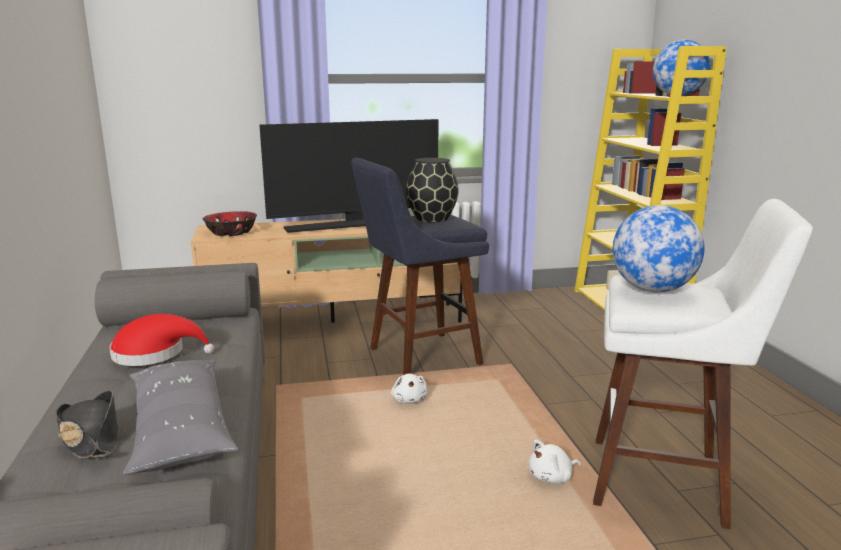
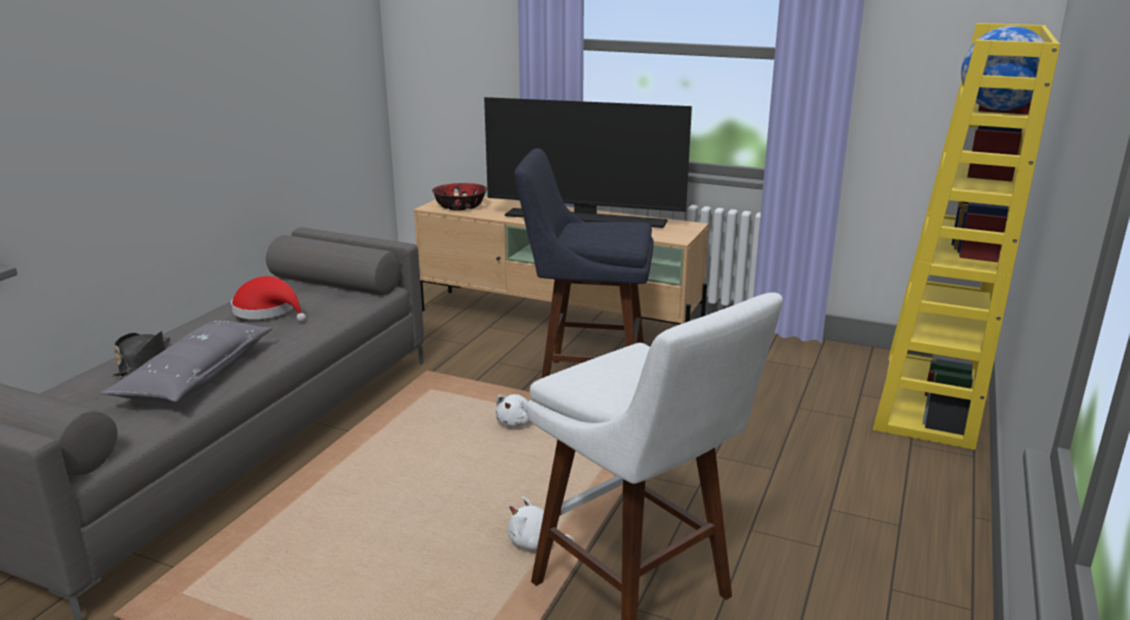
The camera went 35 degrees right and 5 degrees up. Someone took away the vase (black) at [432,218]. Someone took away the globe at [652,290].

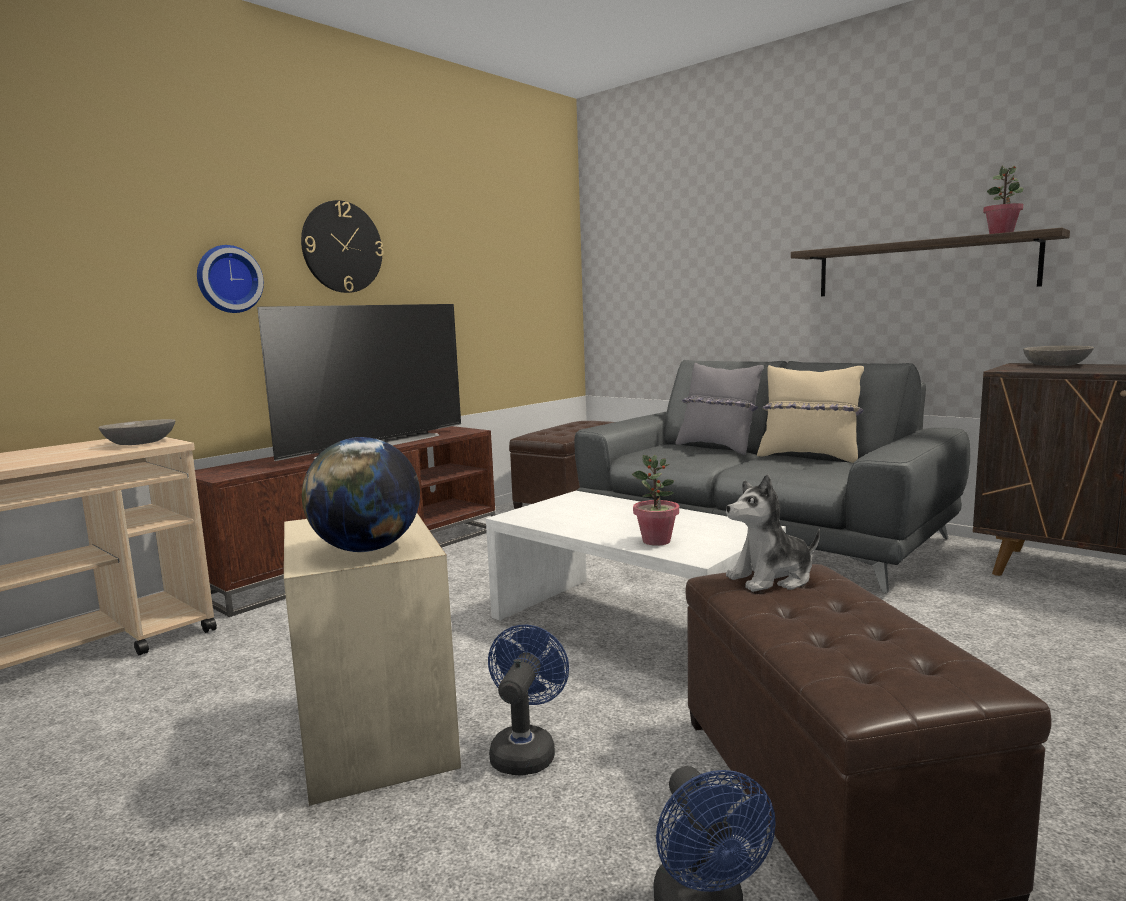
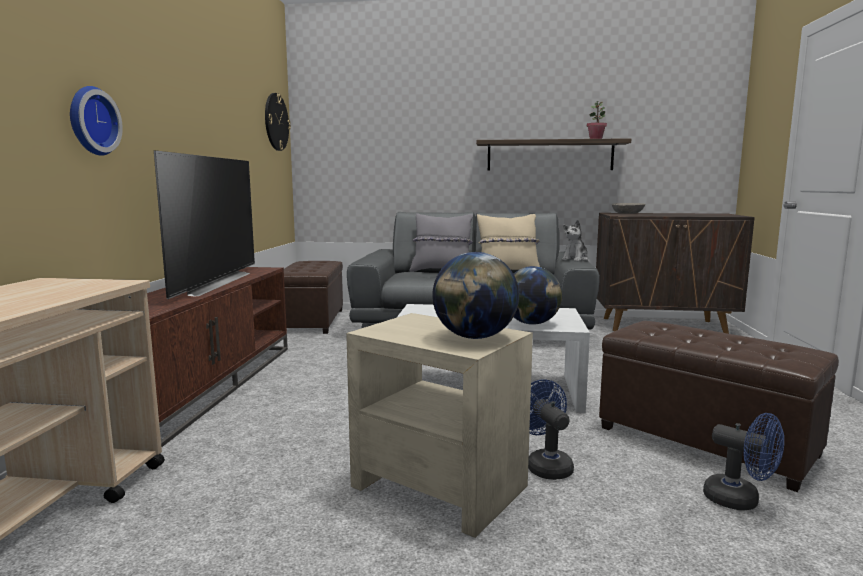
The camera went 35 degrees left and 0 degrees up. Someone carried the wall clock from [342,247] to [276,122]. Someone took away the bowl (grey) at [140,443]. Someone swapped the potted plant at [656,541] for the globe at [531,323]. Someone carried the plush toy from [772,579] to [575,259].

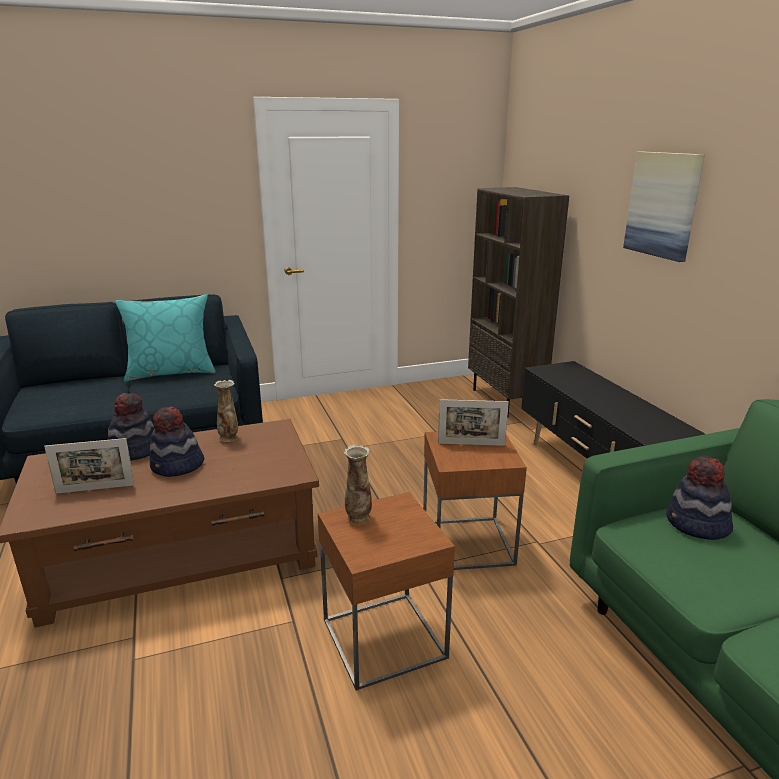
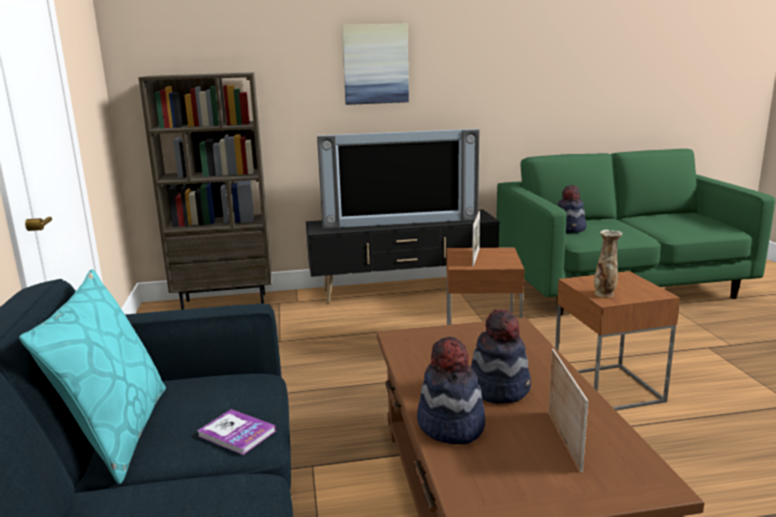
The camera went 80 degrees left and 5 degrees down. Someone took away the vase at [229,438]. Someone put down the television at [399,222]. Someone put down the book at [237,433].

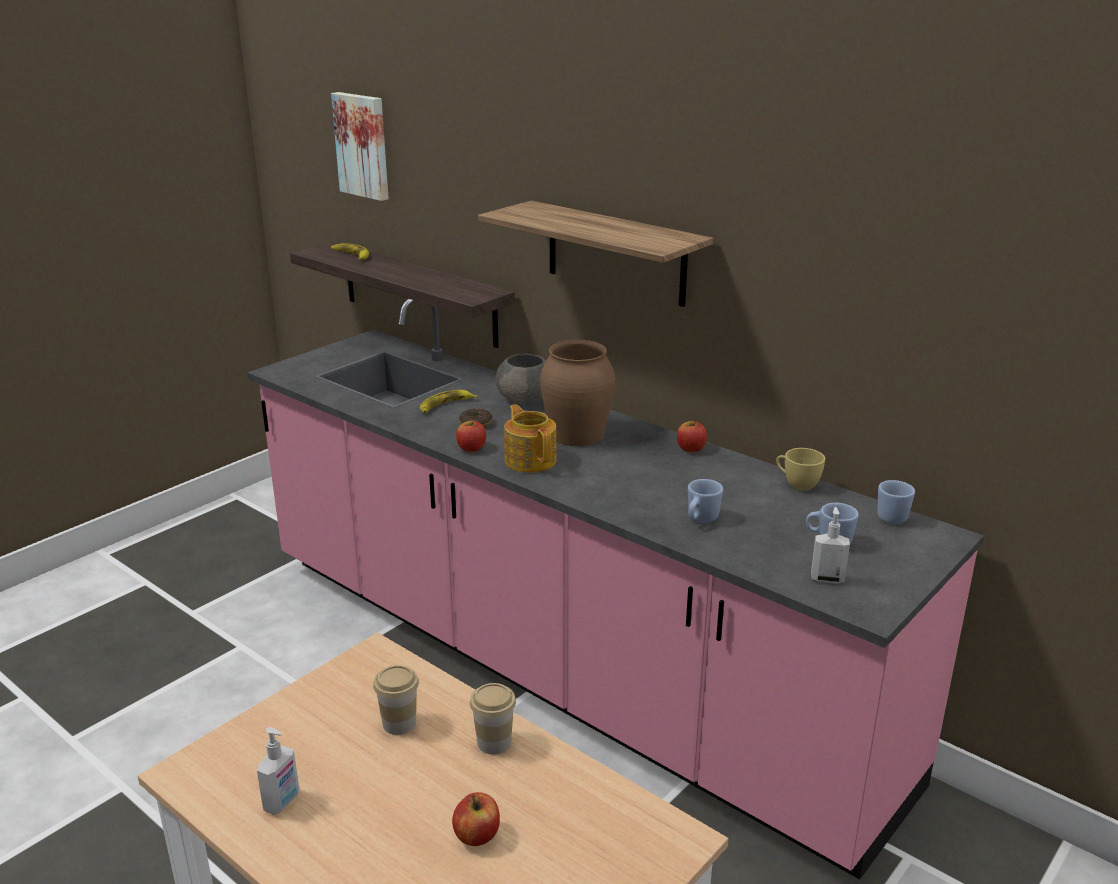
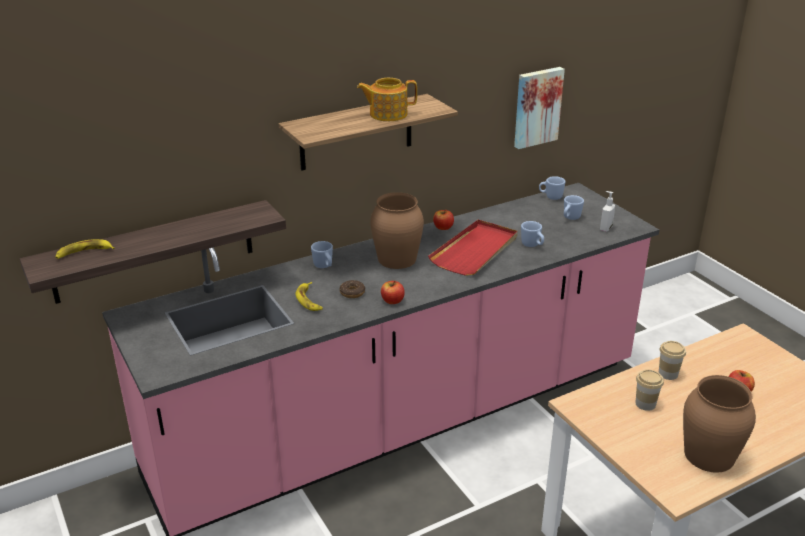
The camera went 70 degrees left and 5 degrees up. Someone carried the picture from [363,145] to [536,107]. Someone swapped the bowl (grey) at [525,399] for the mug (blue) at [324,266]. Someone carried the teapot from [530,460] to [387,114]. Someone took away the cup (yellow) at [797,484]. Someone swapped the soap dispenser at [282,802] for the vase (brown) at [708,455]. Someone put down the tray (red) at [475,250].

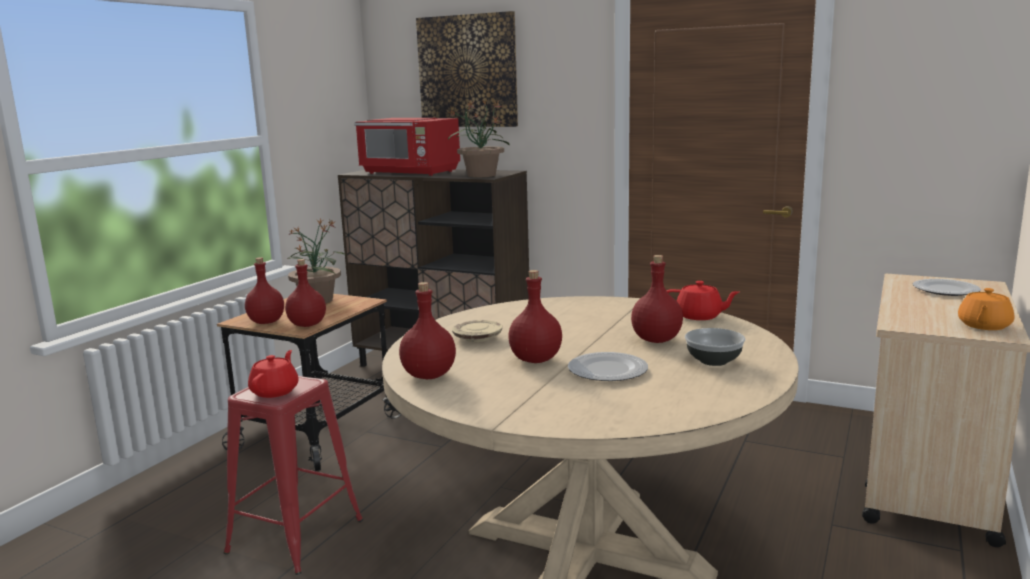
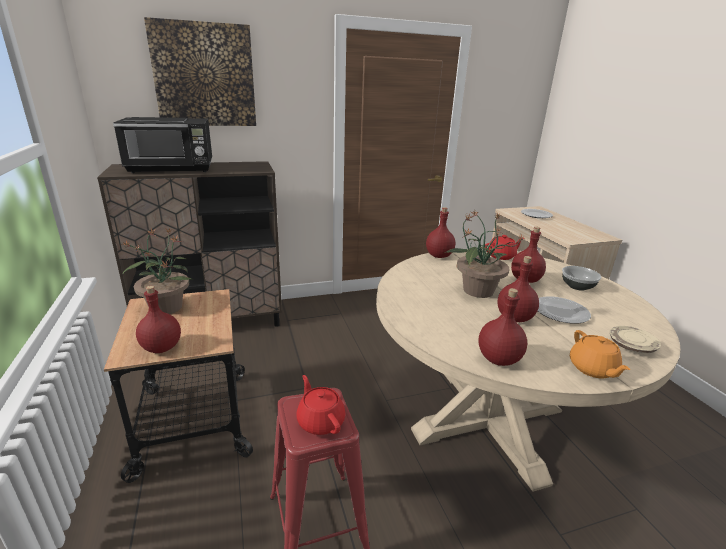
The camera went 45 degrees left and 10 degrees up. Someone carried the potted plant from [481,175] to [477,290]. Someone repainted the microwave (red) at [410,172], which became the microwave (black) at [172,169]. Someone carried the bottle (red) from [308,324] to [439,255]. Someone carried the teapot (orange) from [983,326] to [592,369]. Someone carried the plate (beige) from [477,339] to [631,346].

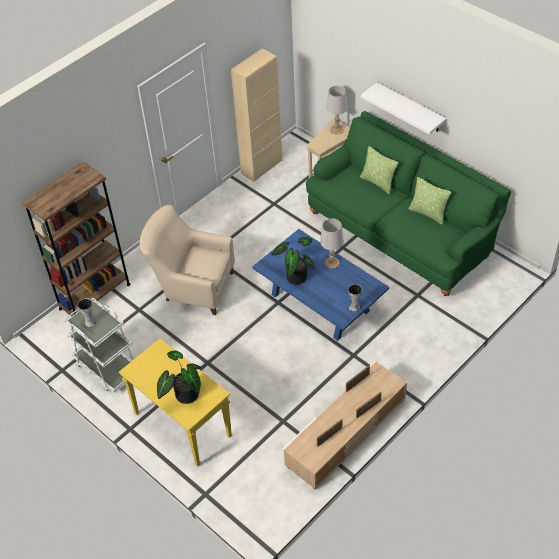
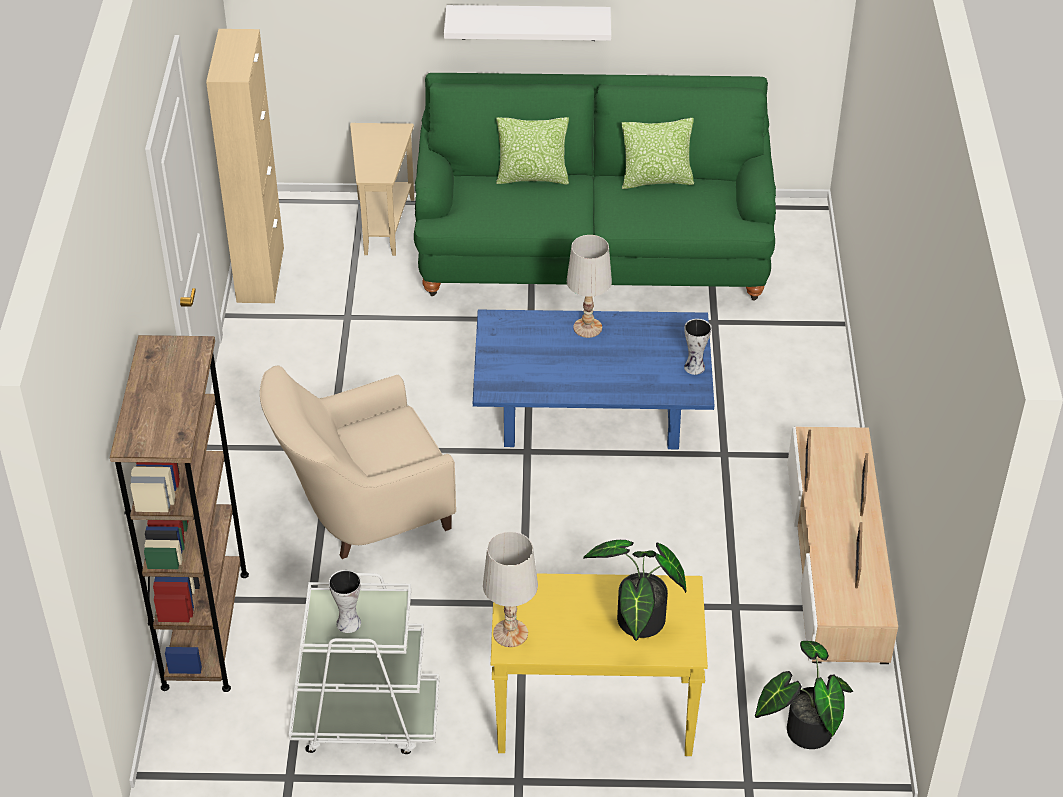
The camera went 45 degrees left and 5 degrees down. Someone carried the table lamp (white) from [336,129] to [510,633]. Someone carried the potted plant from [295,275] to [803,730].

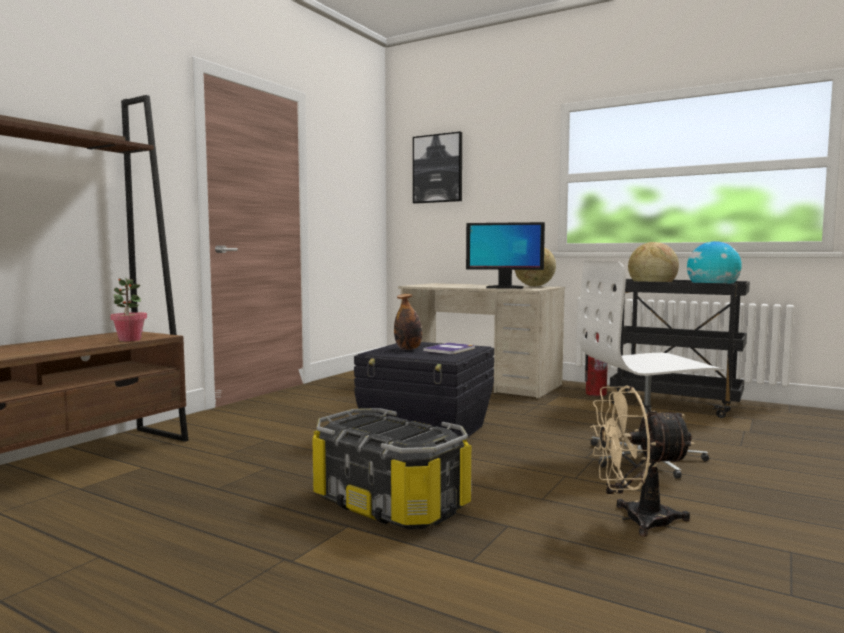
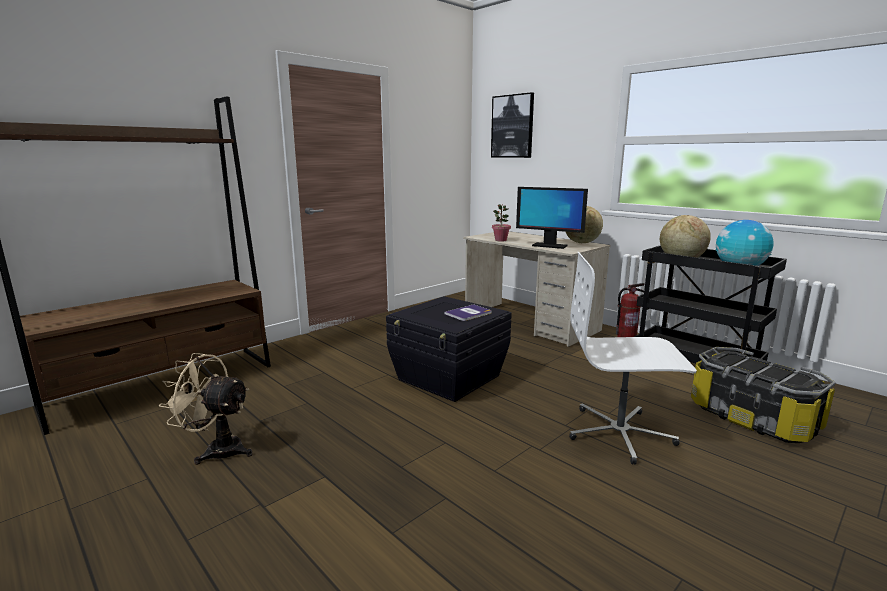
The camera went 15 degrees right and 10 degrees up. Someone carried the potted plant from [130,340] to [500,240]. Someone took away the bottle at [408,349]. Someone carried the fan (beige) from [636,520] to [217,450]. Someone carried the storage box from [389,504] to [752,418].

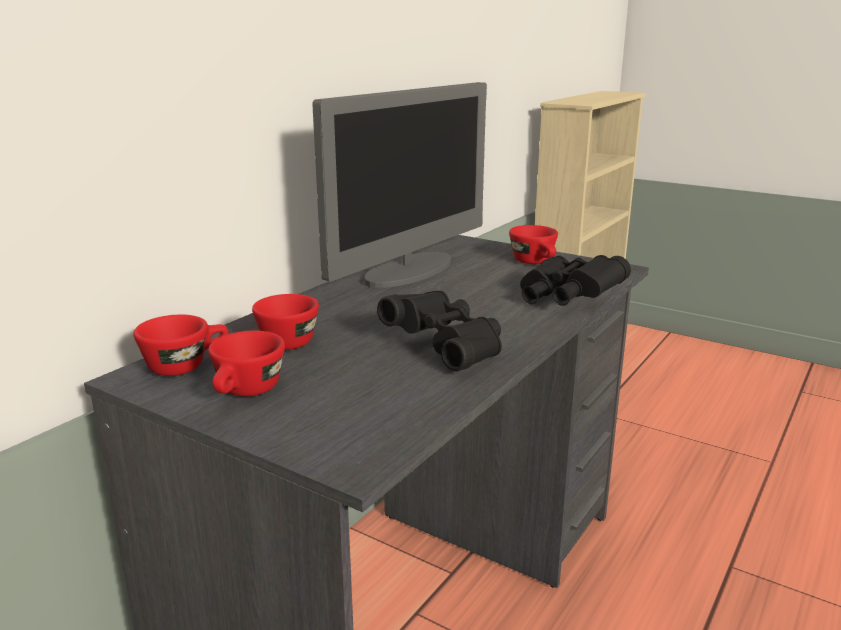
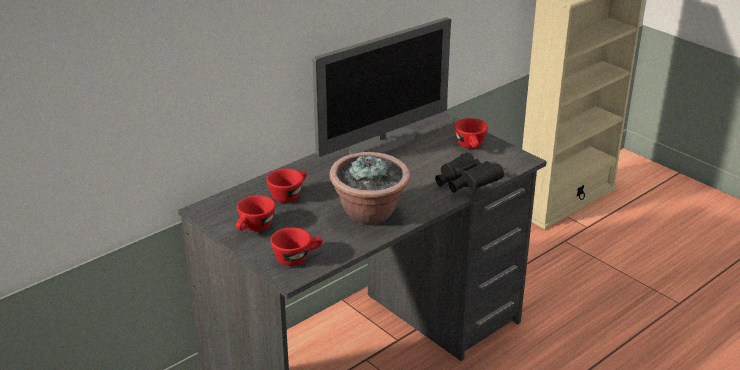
The camera went 15 degrees right and 10 degrees up. Someone swapped the binoculars (black) at [447,349] for the potted plant at [370,214]. Someone carried the cup (red) from [186,365] to [297,258].

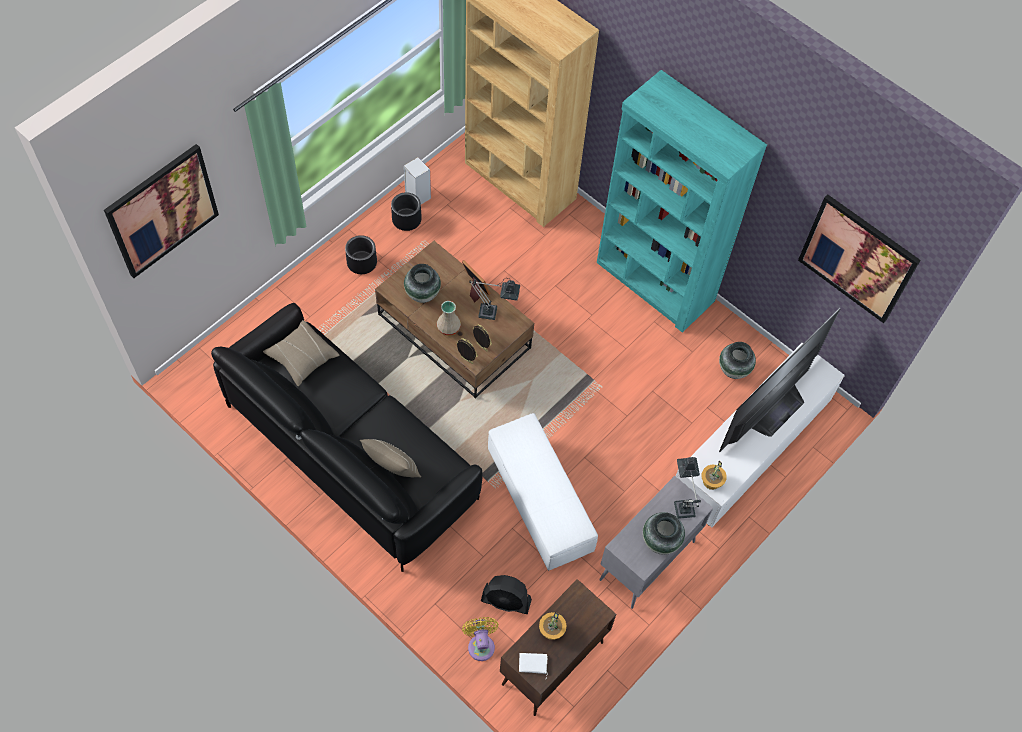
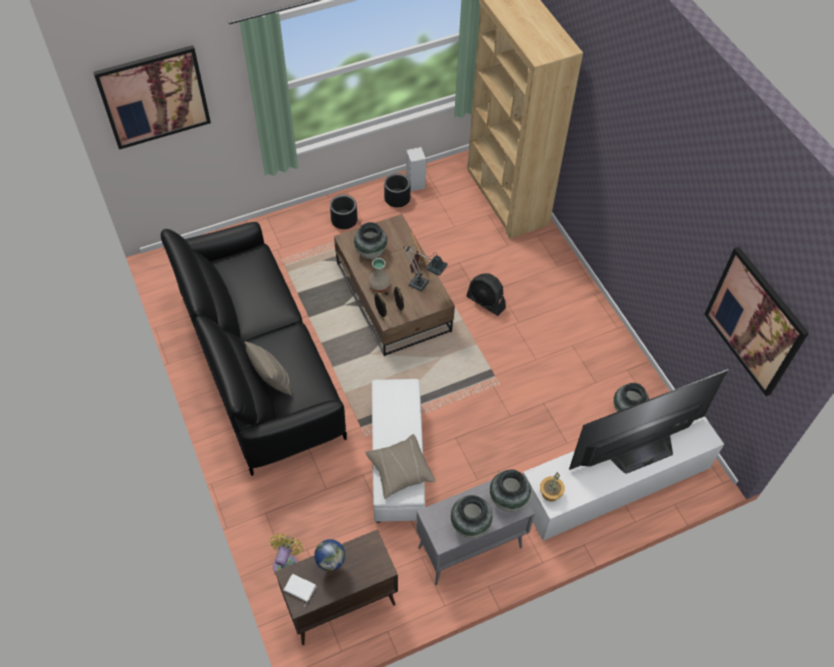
The camera went 25 degrees right and 5 degrees down. Someone took away the bookcase (turquoise) at [655,282]. Someone carried the pillow (beige) from [302,358] to [400,470]. Someone swapped the table lamp at [683,504] for the vase at [507,500]. Someone carried the fan (black) from [506,601] to [486,302]. Someone swapped the potted plant at [551,630] for the globe at [331,565].

